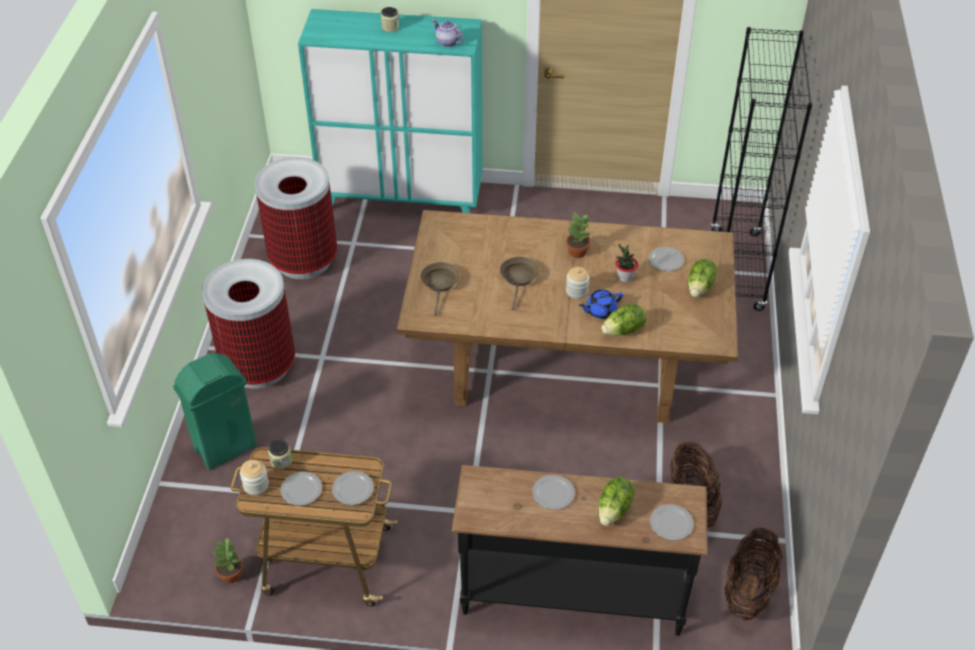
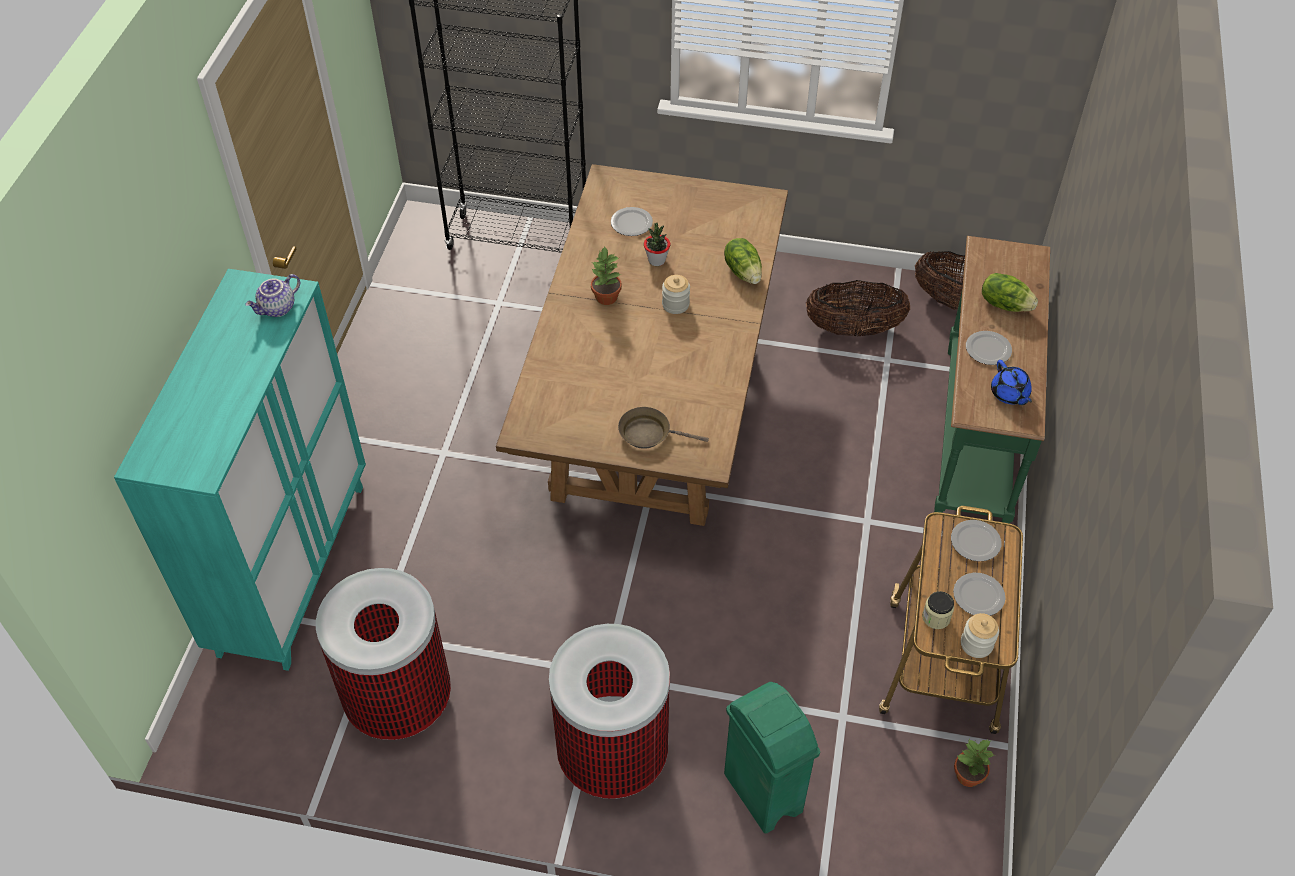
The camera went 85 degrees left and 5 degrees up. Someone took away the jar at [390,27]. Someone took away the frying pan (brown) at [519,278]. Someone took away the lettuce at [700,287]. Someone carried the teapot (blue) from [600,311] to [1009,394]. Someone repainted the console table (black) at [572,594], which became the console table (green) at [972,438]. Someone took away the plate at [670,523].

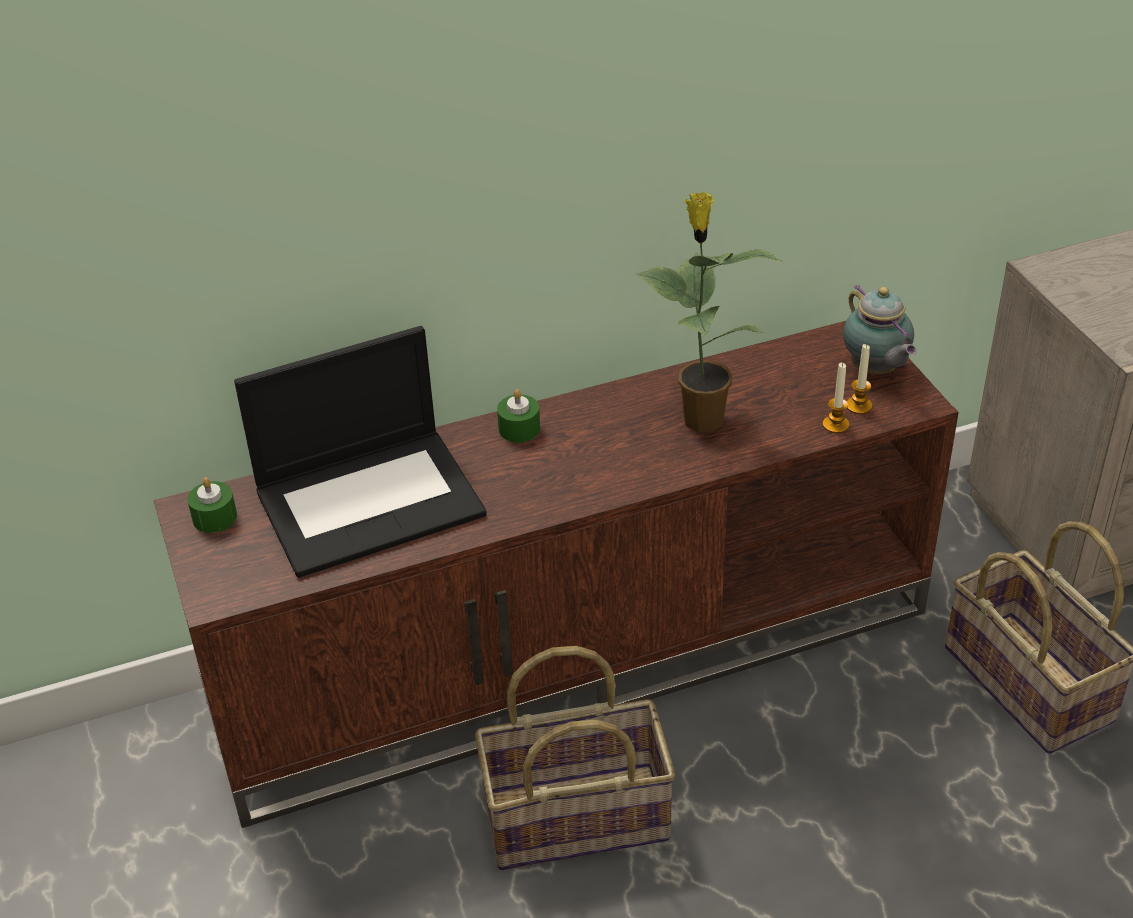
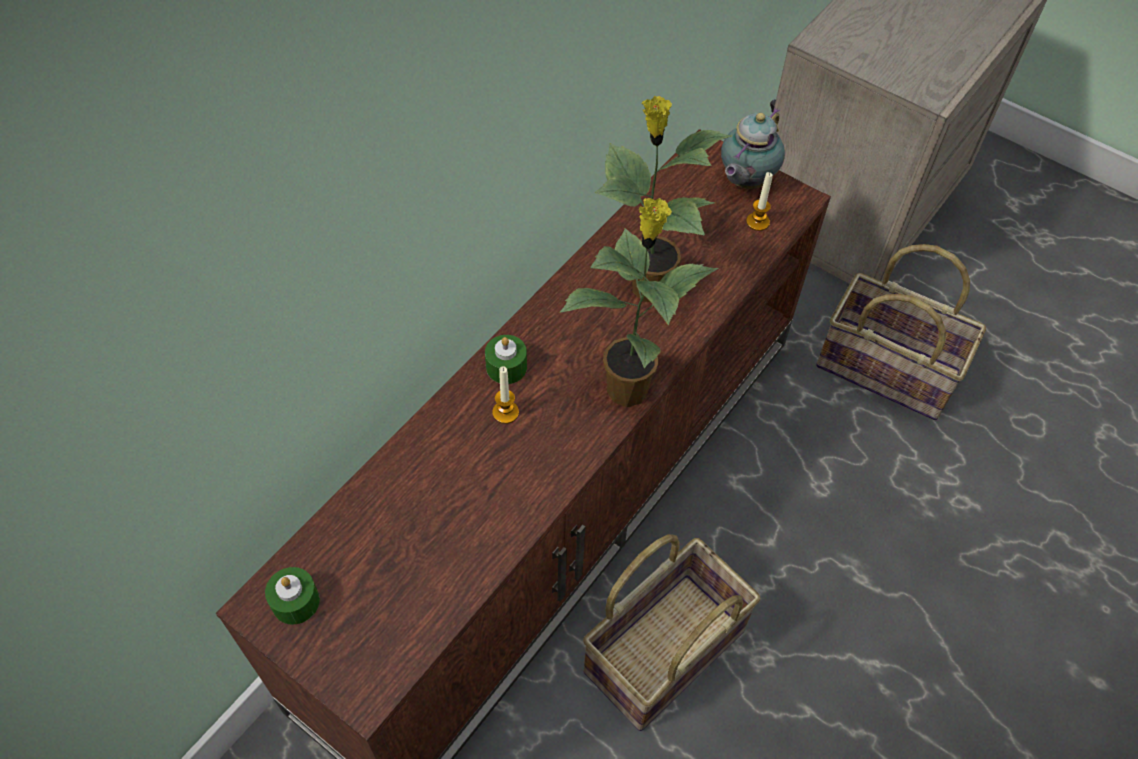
The camera went 35 degrees left and 15 degrees up. Someone rotated the teapot at [875,370] by 90 degrees clockwise. Someone took away the laptop at [371,500]. Someone carried the candle from [835,425] to [505,412]. Someone put down the potted plant at [628,387].

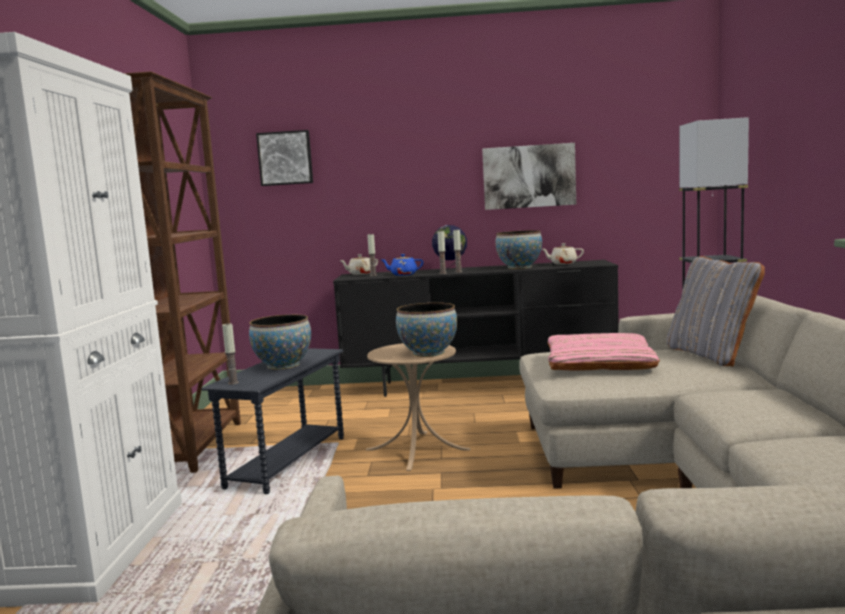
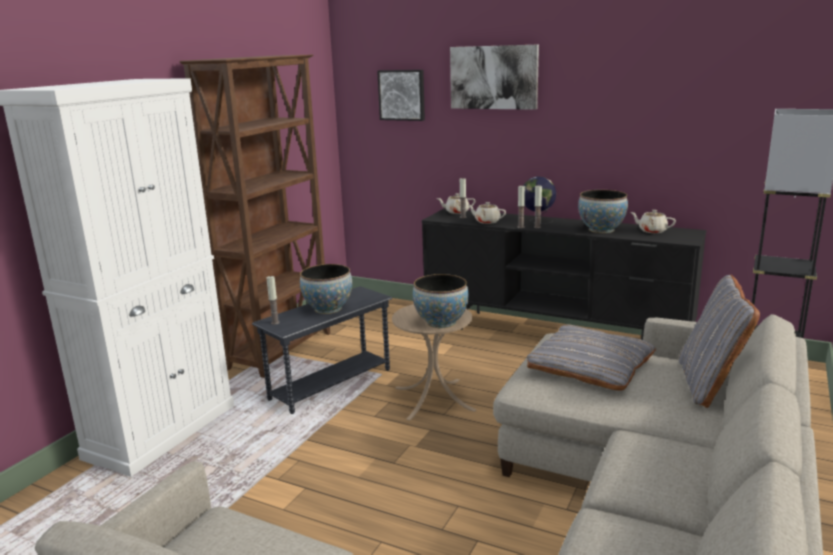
The camera went 25 degrees right and 10 degrees up. Someone carried the picture from [529,176] to [494,77]. Someone repainted the teapot (blue) at [403,274], which became the teapot (beige) at [486,221]. Someone repainted the pillow (pink) at [599,362], which became the pillow (grey) at [591,365].

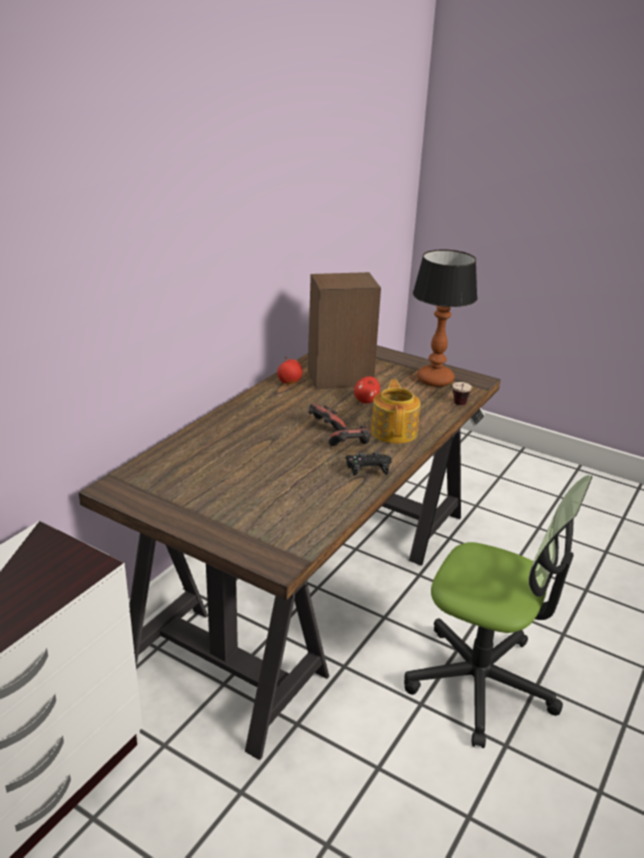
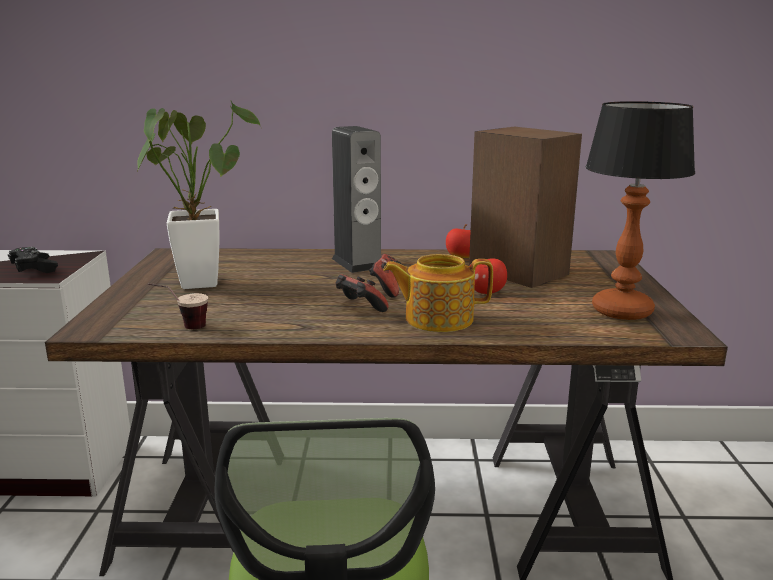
The camera went 60 degrees right and 10 degrees down. Someone rotated the teapot at [394,431] by 150 degrees counterclockwise. Someone carried the cup from [459,406] to [182,328]. Someone carried the game controller (black) from [367,470] to [34,269]. Someone put down the potted plant at [200,279]. Someone put down the speaker at [357,263].

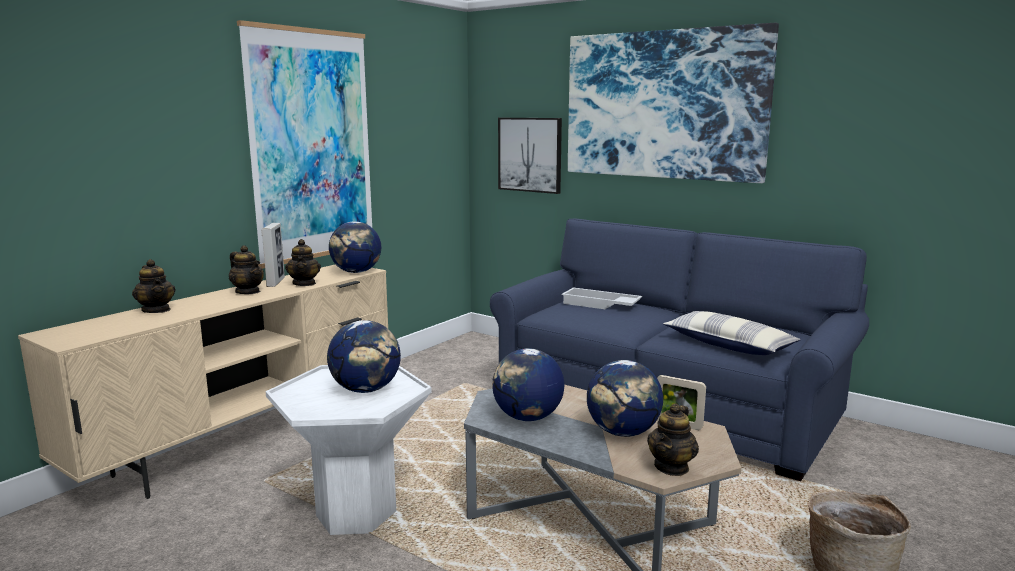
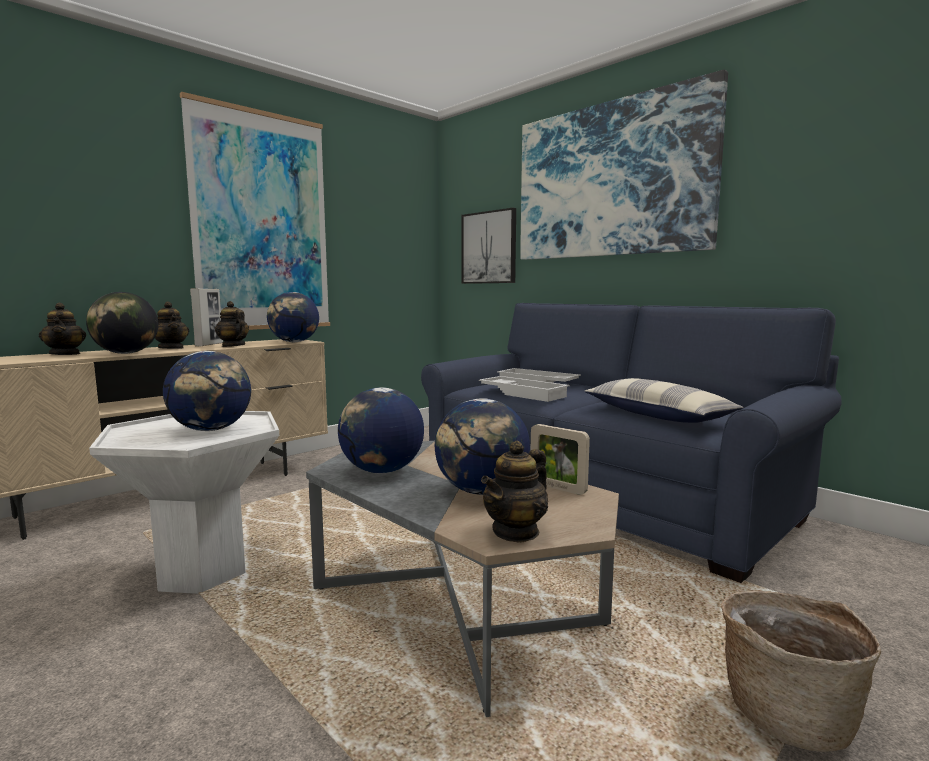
The camera went 10 degrees right and 5 degrees down. Someone rotated the teapot at [304,283] by 135 degrees clockwise. Someone put down the globe at [126,353]. Someone put down the tray (white) at [524,393].

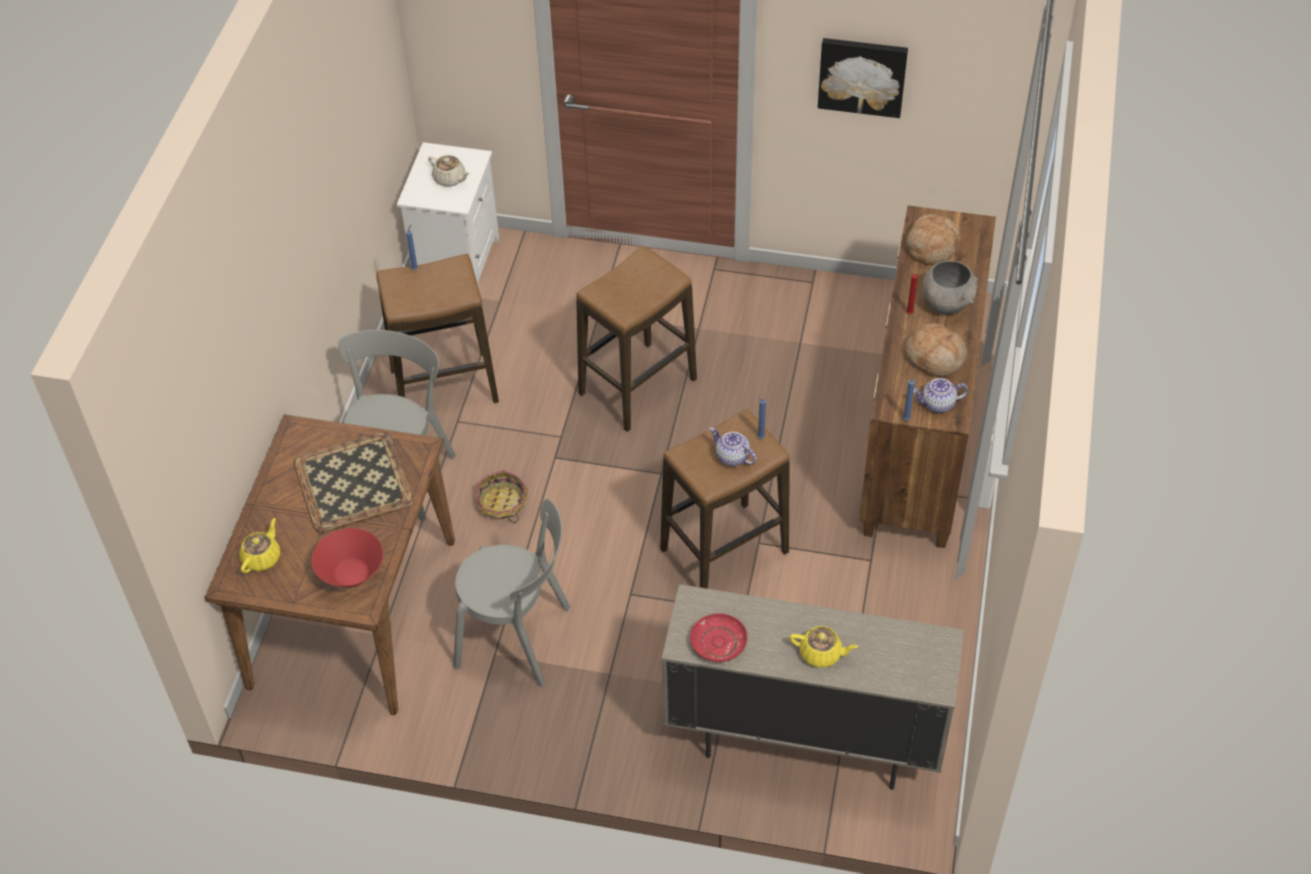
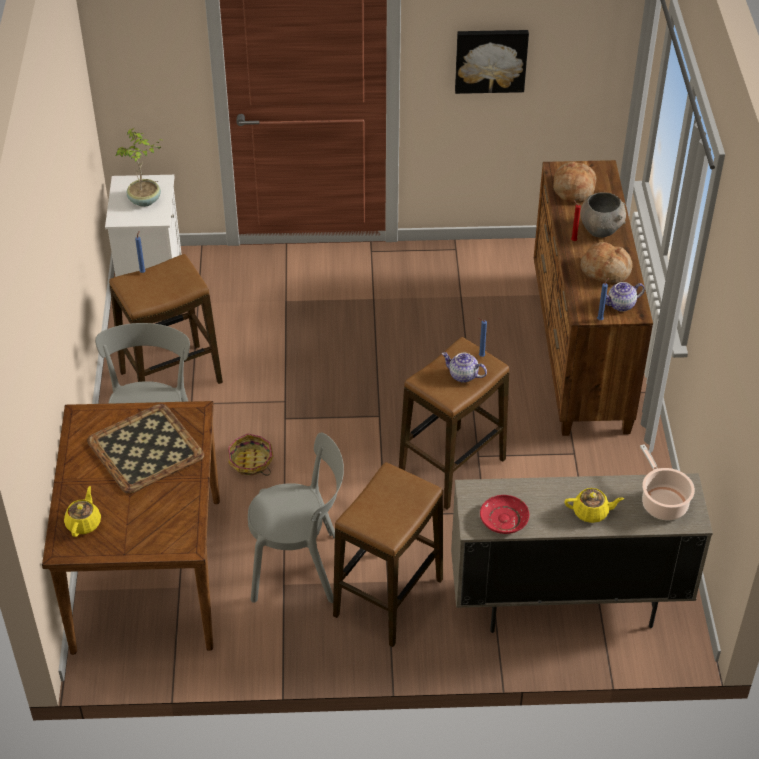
The camera went 15 degrees left and 5 degrees down. Someone swapped the teapot (beige) at [450,179] for the potted plant at [145,201]. Someone carried the stool from [638,386] to [388,597]. Someone took away the bowl (red) at [352,573]. Someone put down the cooking pot at [662,502].

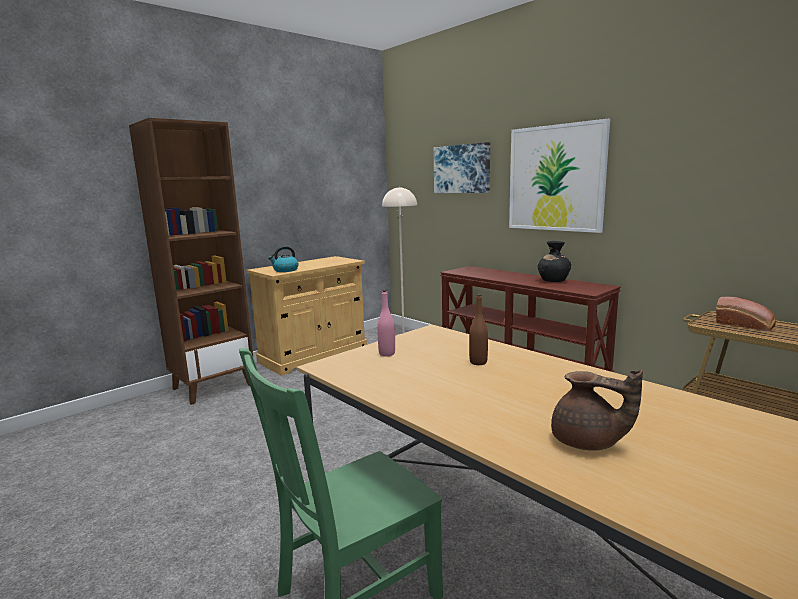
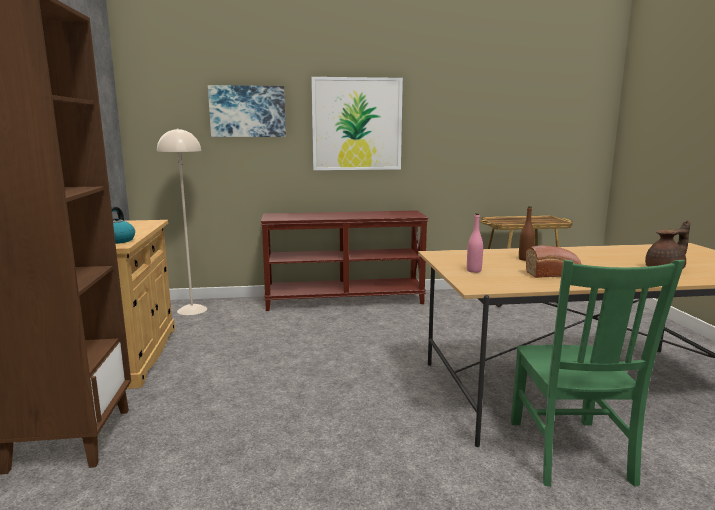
The camera went 55 degrees left and 0 degrees up. Someone took away the vase (black) at [553,281]. Someone carried the bread from [745,325] to [554,274].

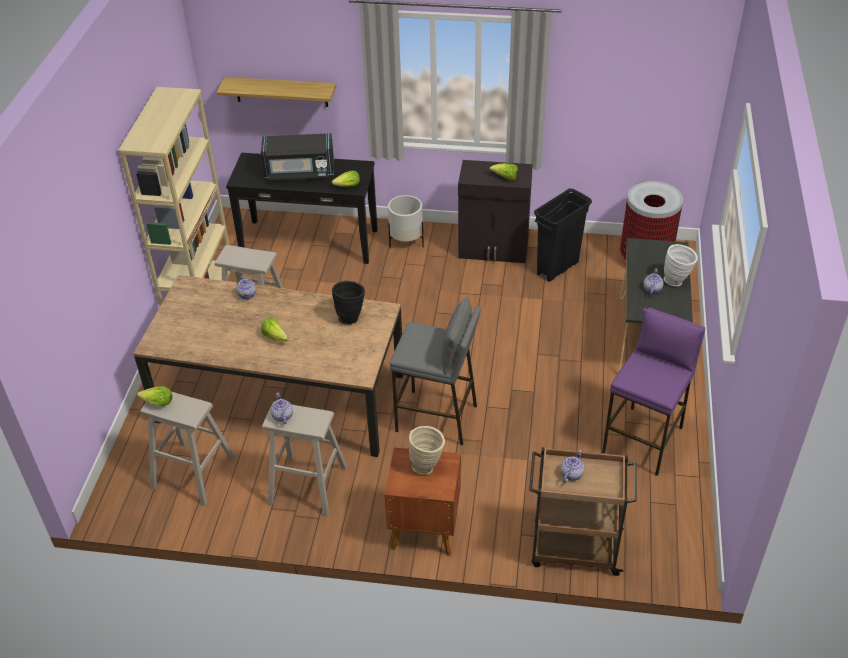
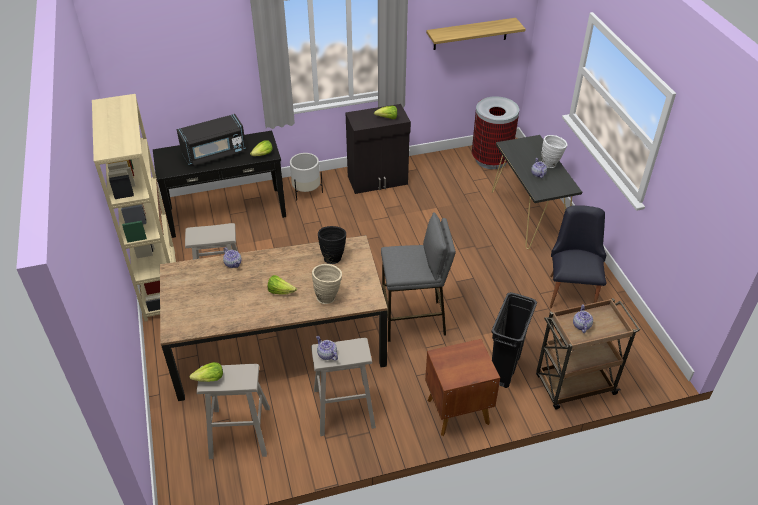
The camera went 25 degrees left and 0 degrees up. Someone carried the shelf from [281,92] to [470,34]. Someone carried the trash can (black) from [557,268] to [505,369]. Someone swapped the stool (purple) at [644,440] for the chair (black) at [571,289]. Someone carried the vase (beige) from [427,465] to [328,296].

